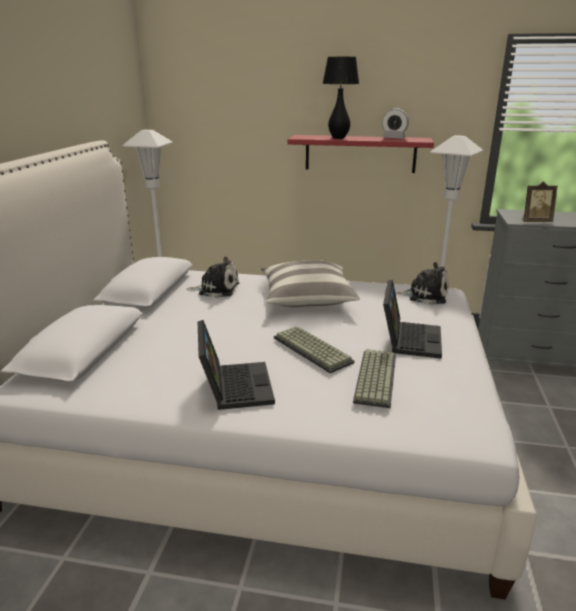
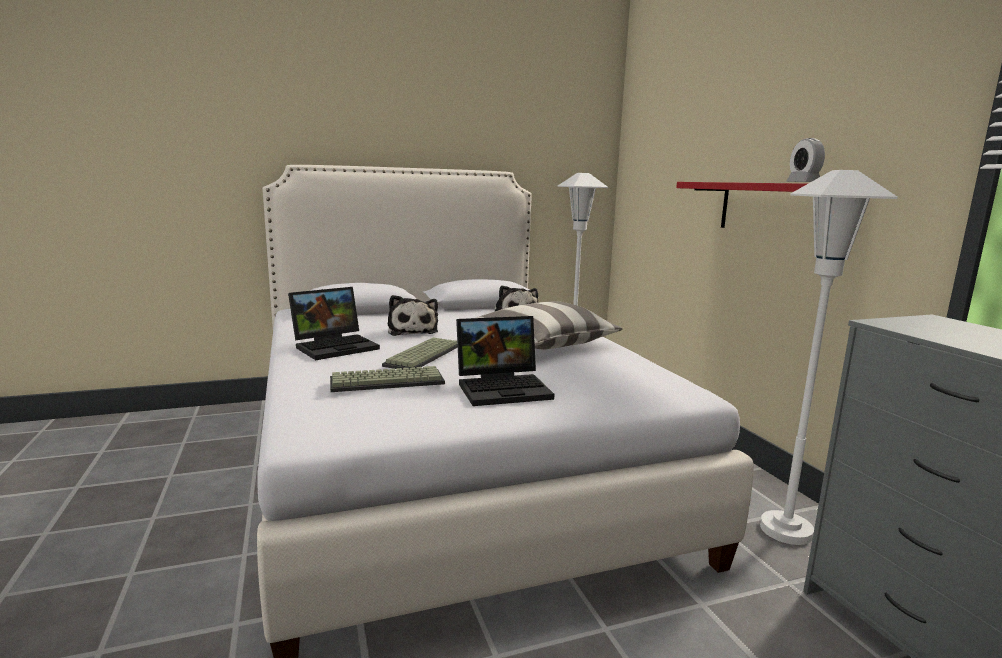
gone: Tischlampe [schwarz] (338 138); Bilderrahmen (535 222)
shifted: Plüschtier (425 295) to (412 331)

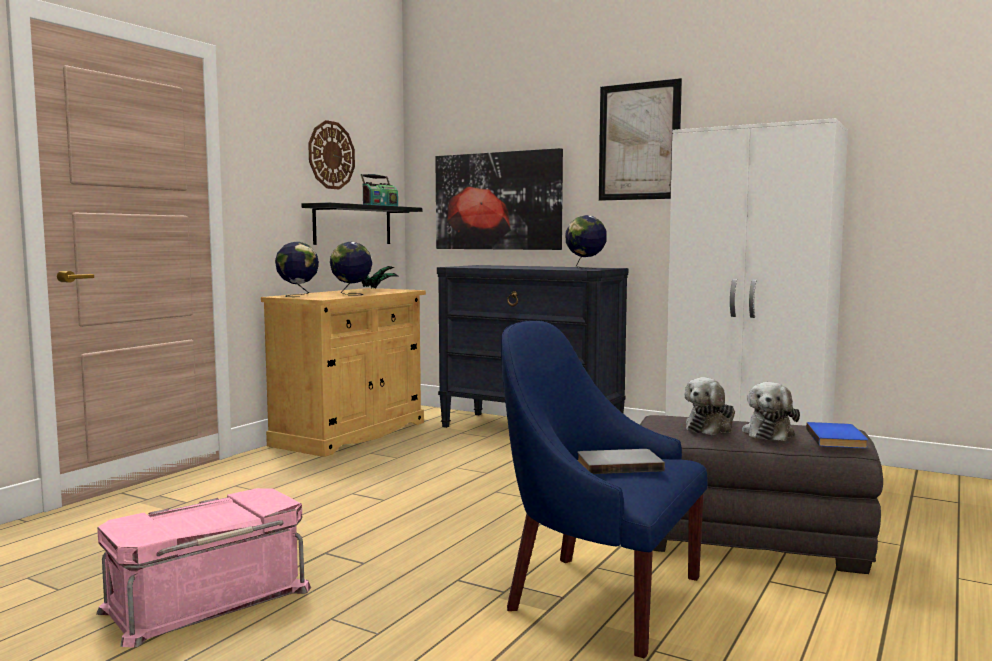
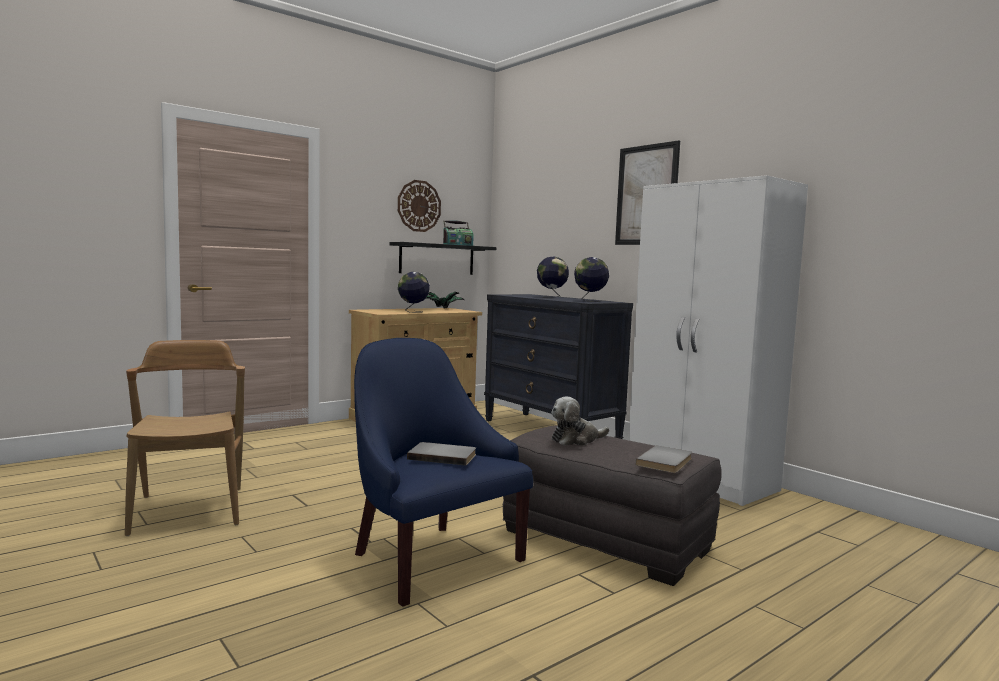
gone: Bild (497 201); Plüschtier (769 433)
shifted: Globus (298 295) to (551 297)
swapped: Aufbewahrungsbox [rosa] (206 598) to Stuhl [braun] (189 510)
repainted: Buch [blau] (838 438) to Buch [grau] (666 462)

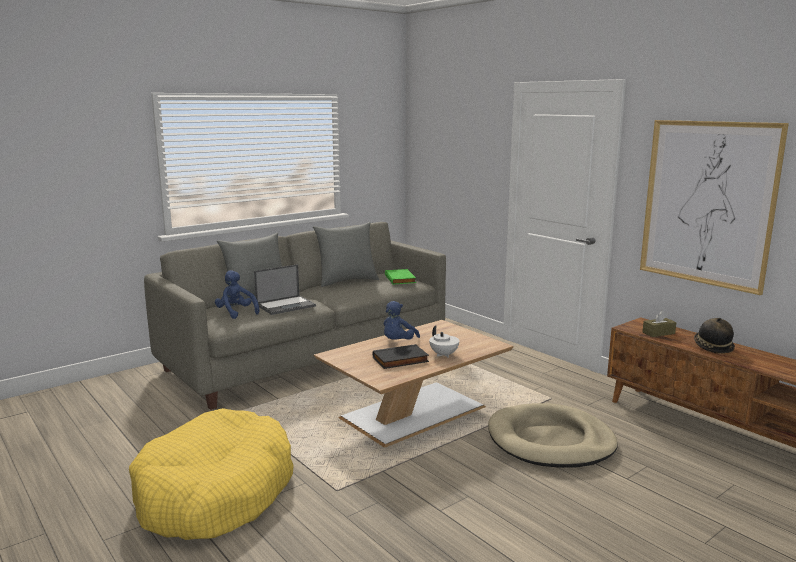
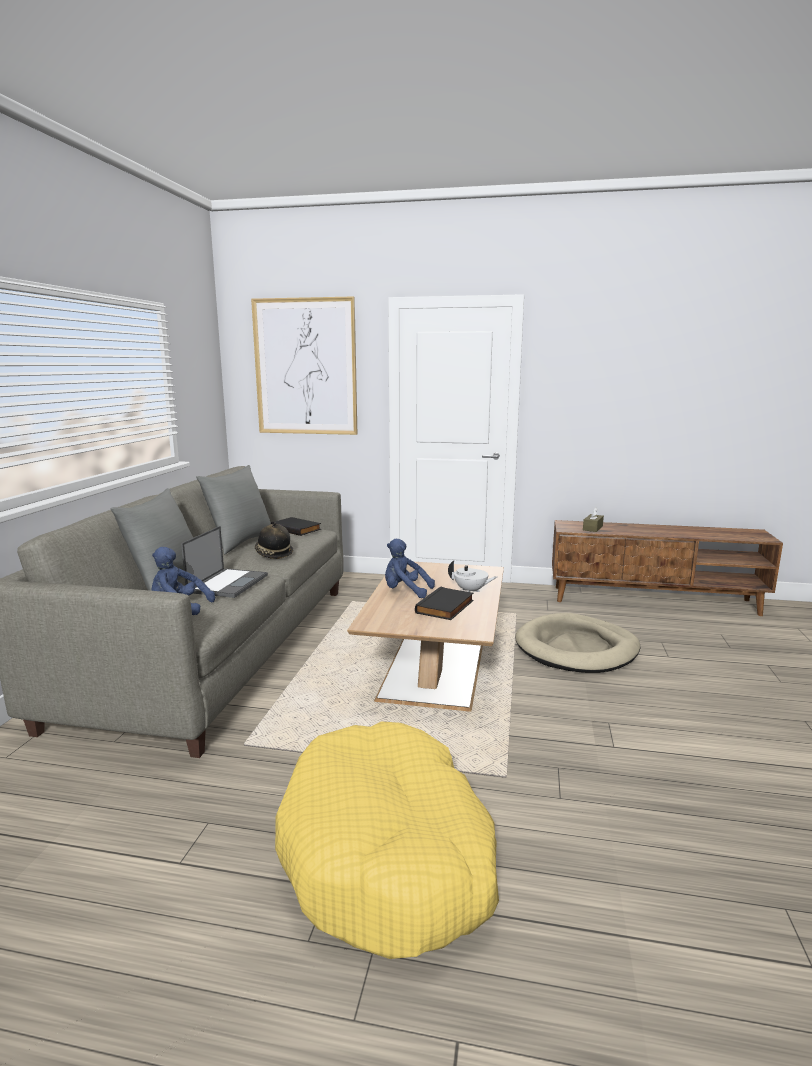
shifted: Bild (707 203) to (305 367); Hut (712 347) to (273 554)
repainted: Buch [grün] (401 279) to Buch [schwarz] (297 529)
rotated: Plüschtier [blau] (398 342) = (405 591) 120 degrees clockwise

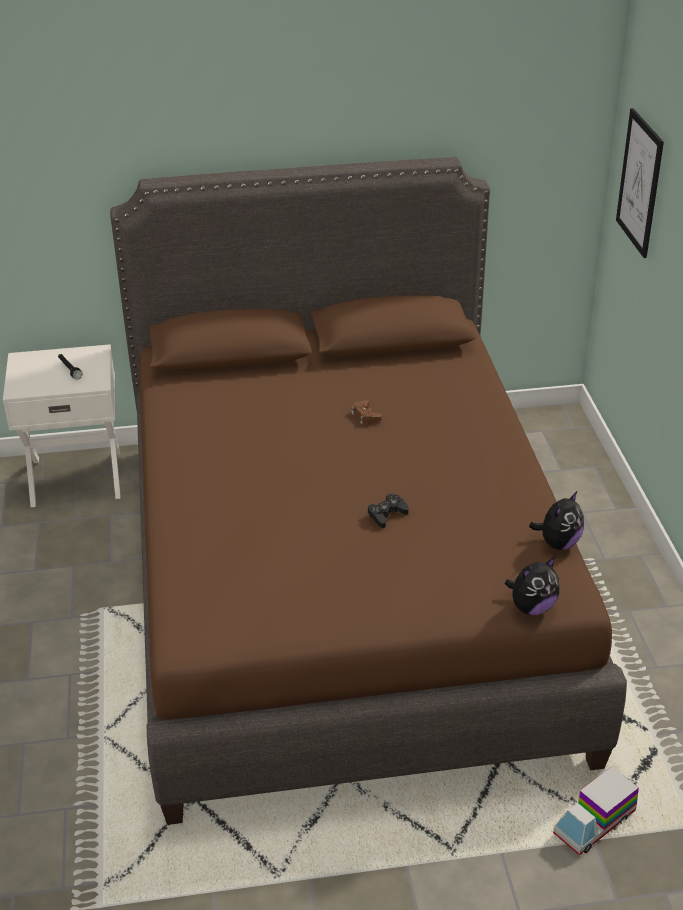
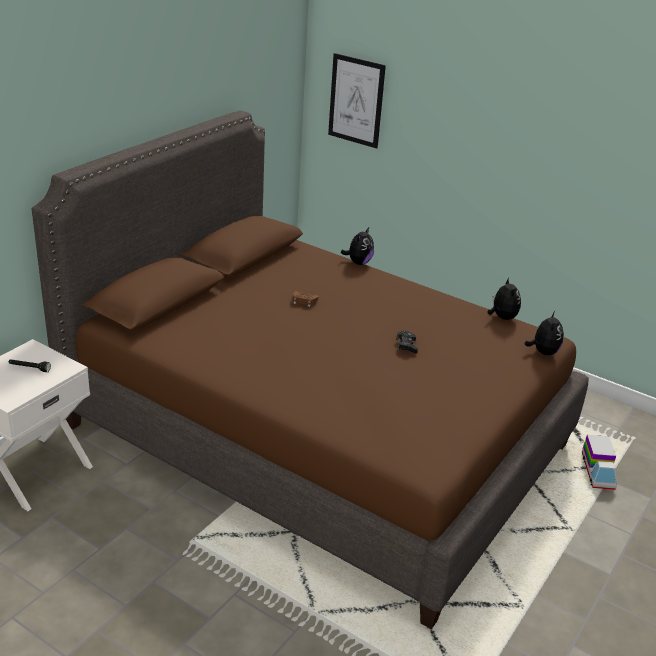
new: Plüschtier (358 262)

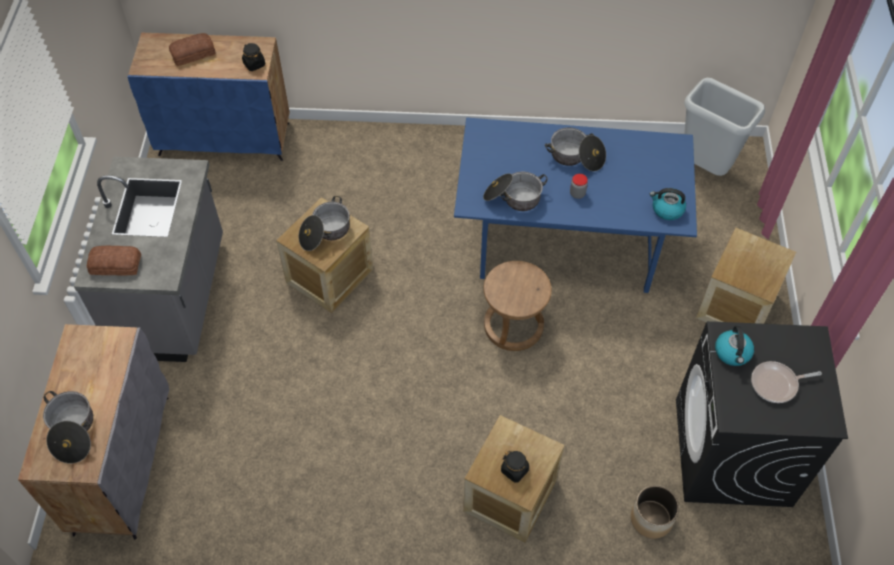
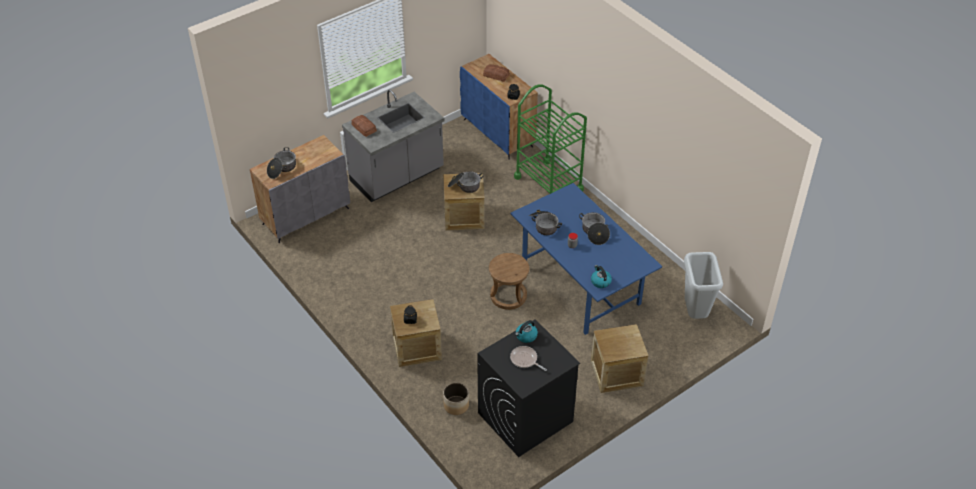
new: Rollwagen [grün] (548 183)

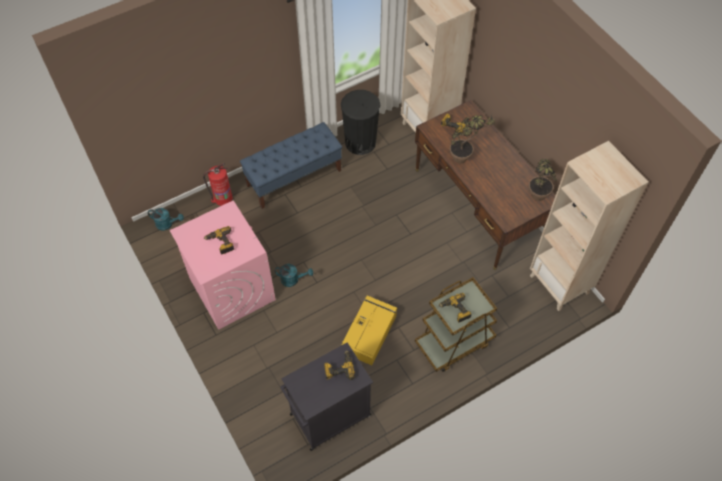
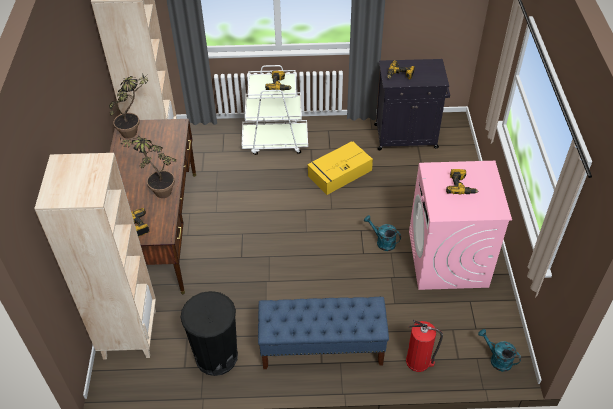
repainted: Rollwagen [braun] (454 342) to Rollwagen [weiß] (275 141)

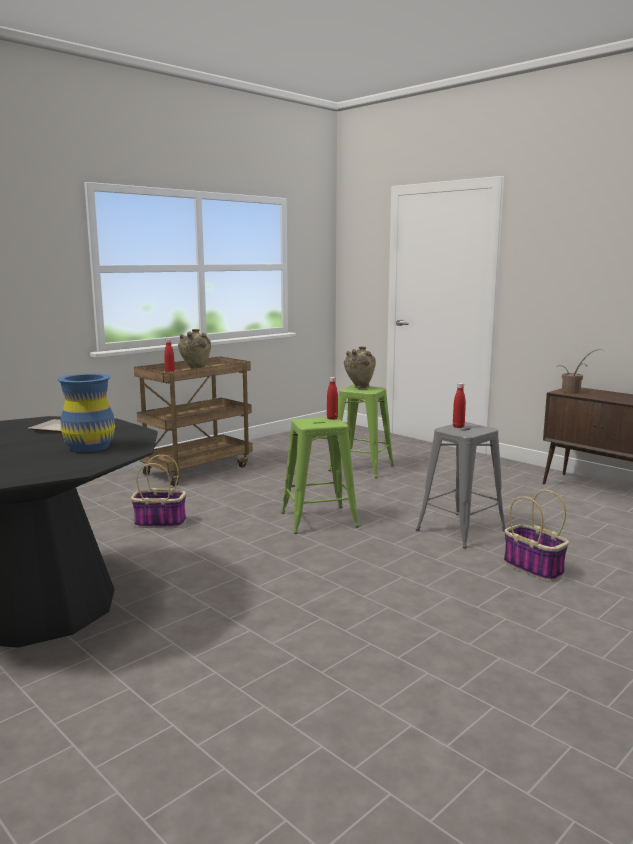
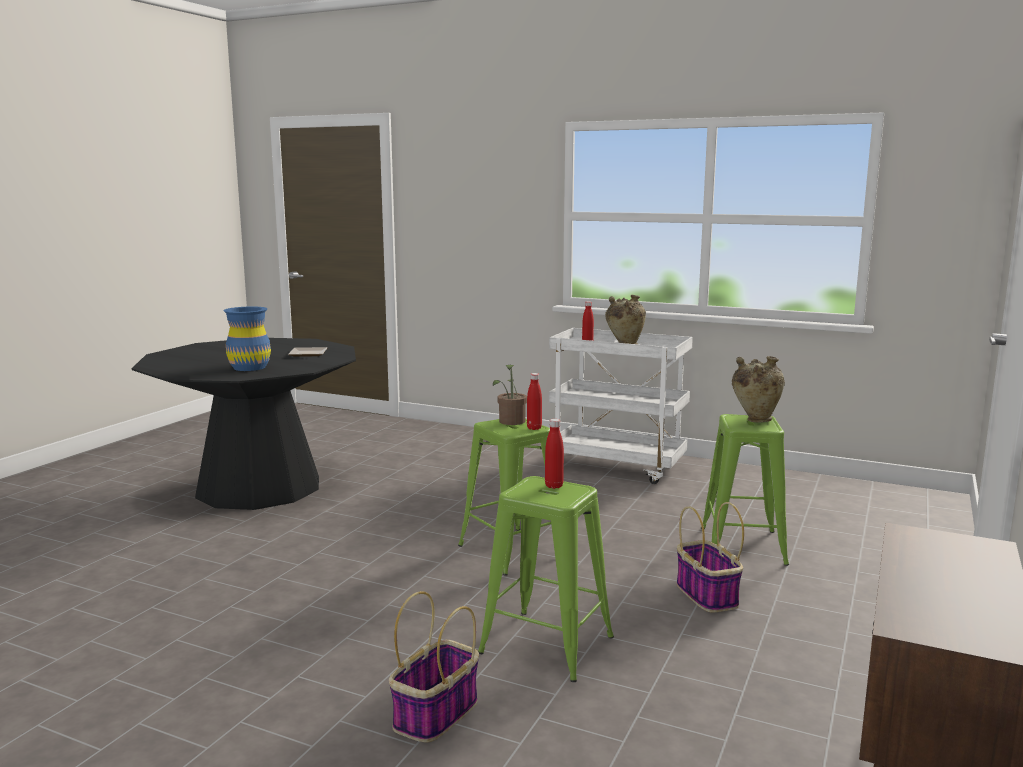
shifted: Topfpflanze (574 392) to (510 422); Korb (159 523) to (705 594)
repainted: Hocker [grau] (461 530) to Hocker [grün] (547 645); Rollwagen [braun] (198 469) to Rollwagen [weiß] (618 467)

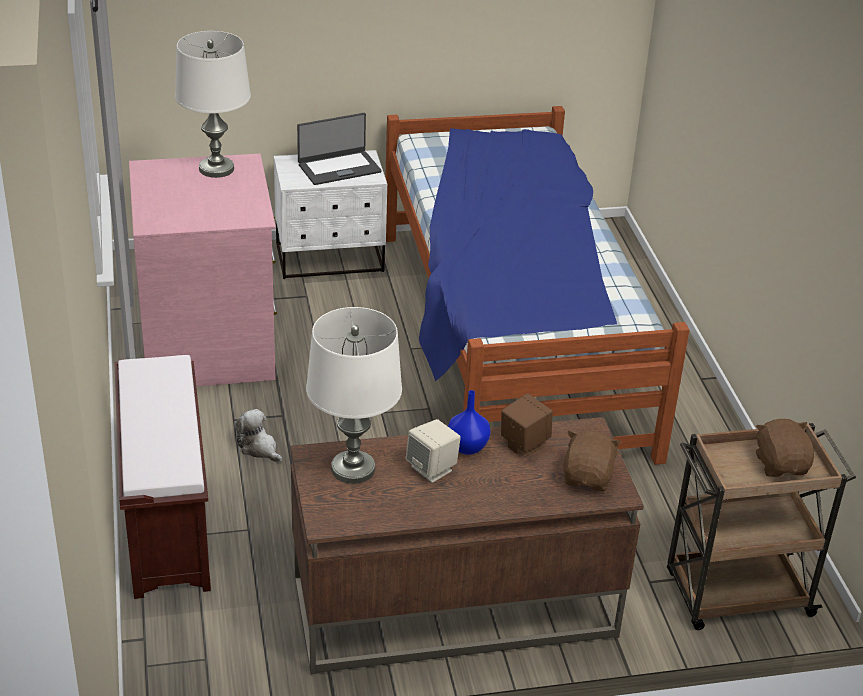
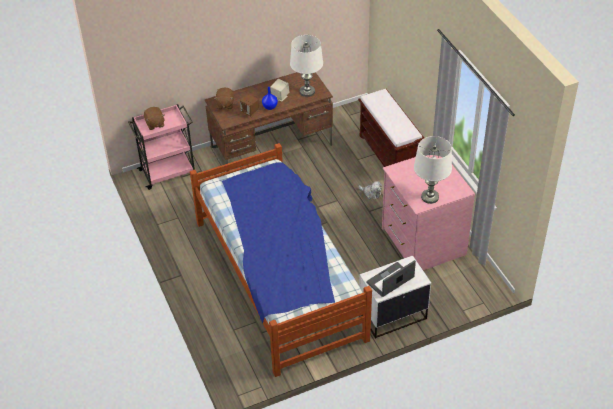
repainted: Rollwagen [braun] (736 595) to Rollwagen [rosa] (168 172)

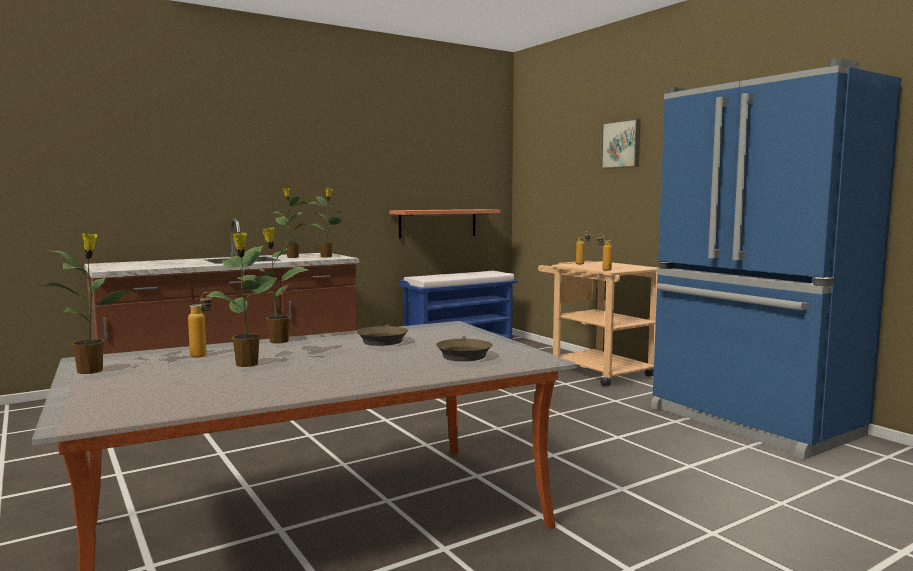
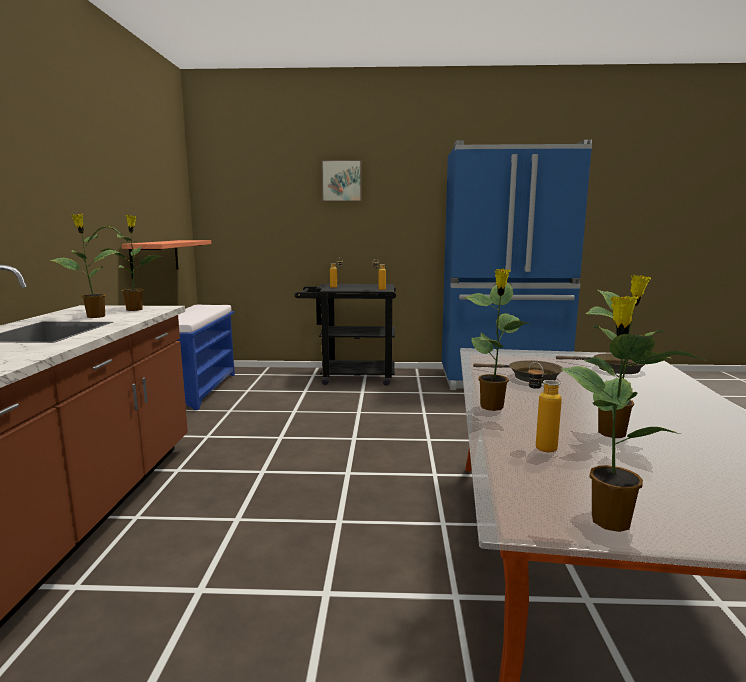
repainted: Rollwagen [beige] (595 371) to Rollwagen [schwarz] (350 376)

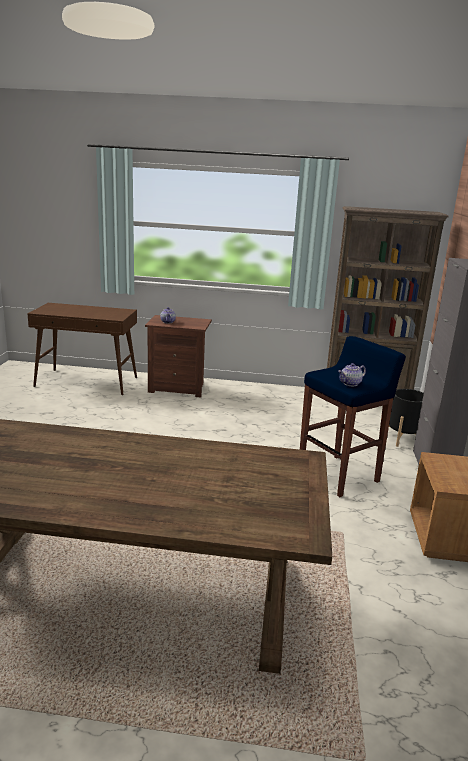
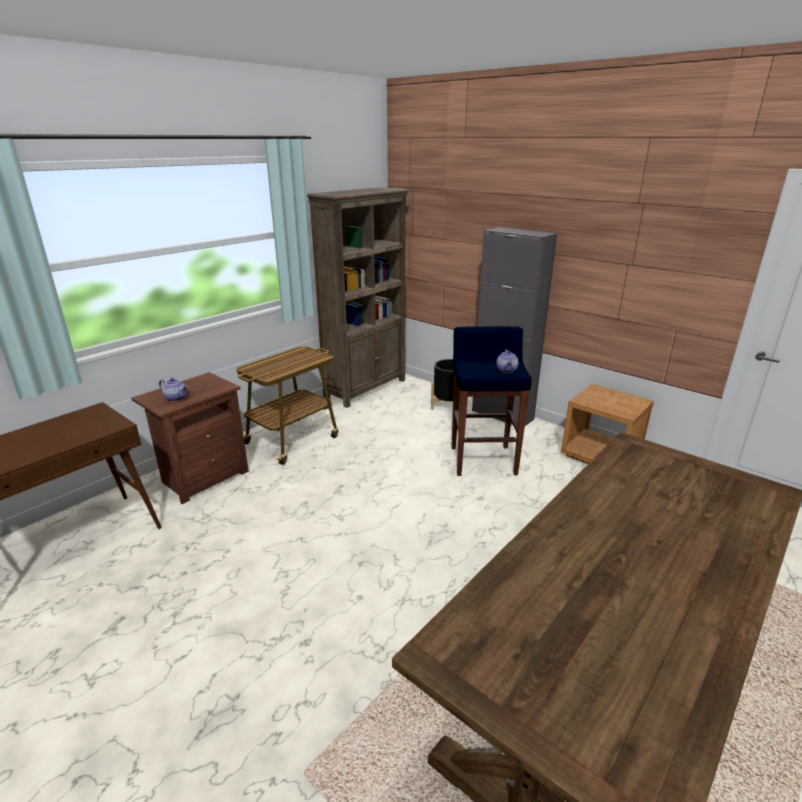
new: Rollwagen (293 439)

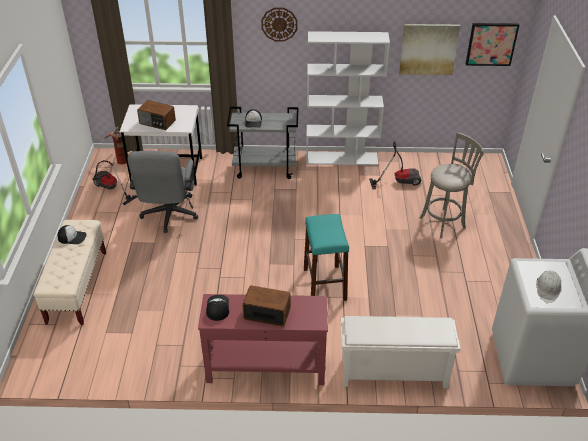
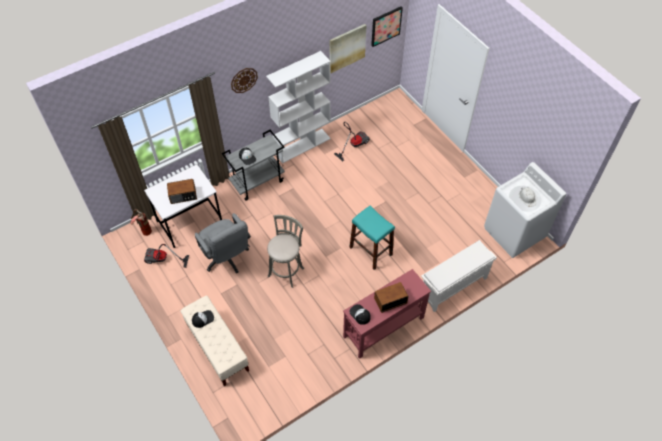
shifted: Hocker [grau] (444 222) to (287 271)

